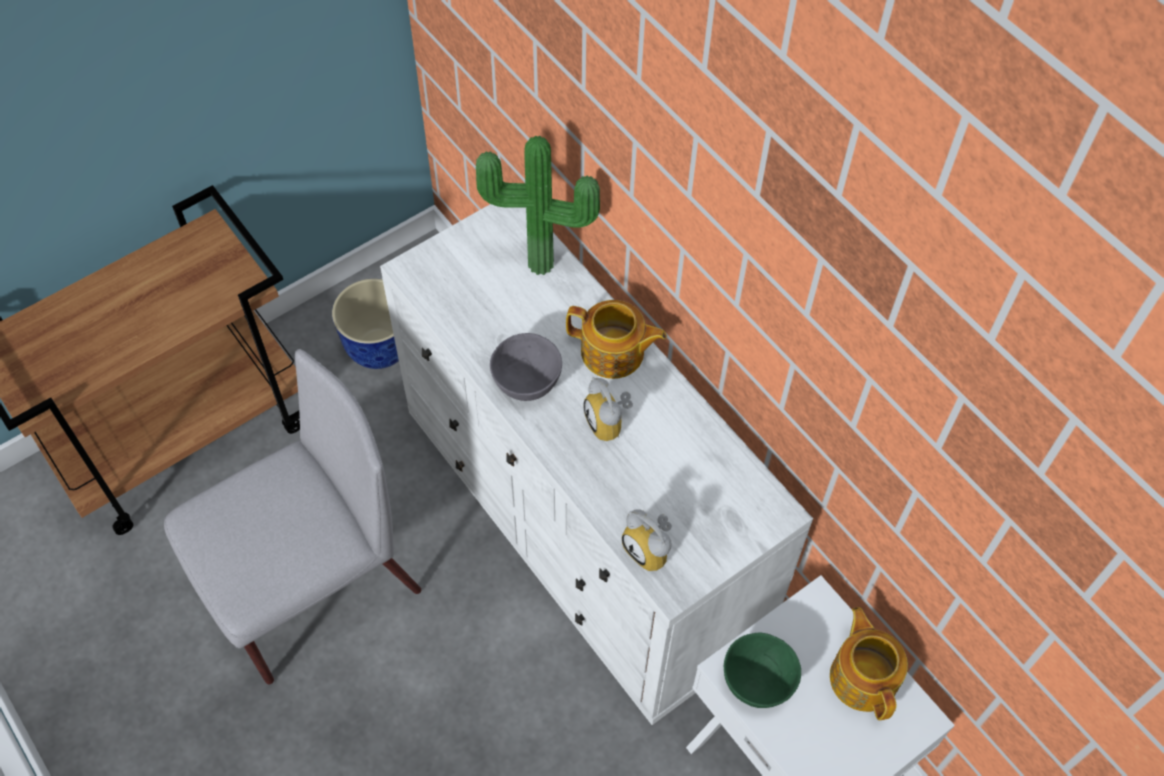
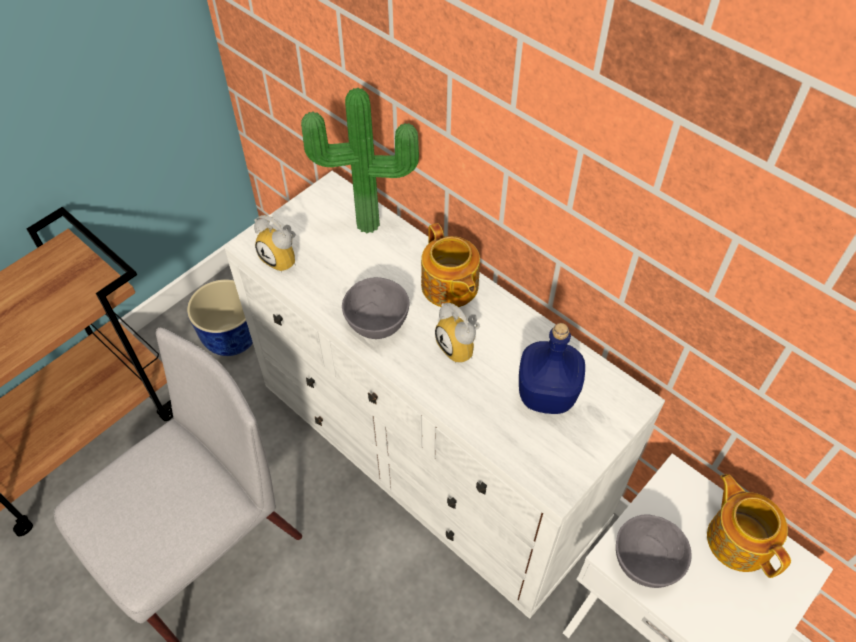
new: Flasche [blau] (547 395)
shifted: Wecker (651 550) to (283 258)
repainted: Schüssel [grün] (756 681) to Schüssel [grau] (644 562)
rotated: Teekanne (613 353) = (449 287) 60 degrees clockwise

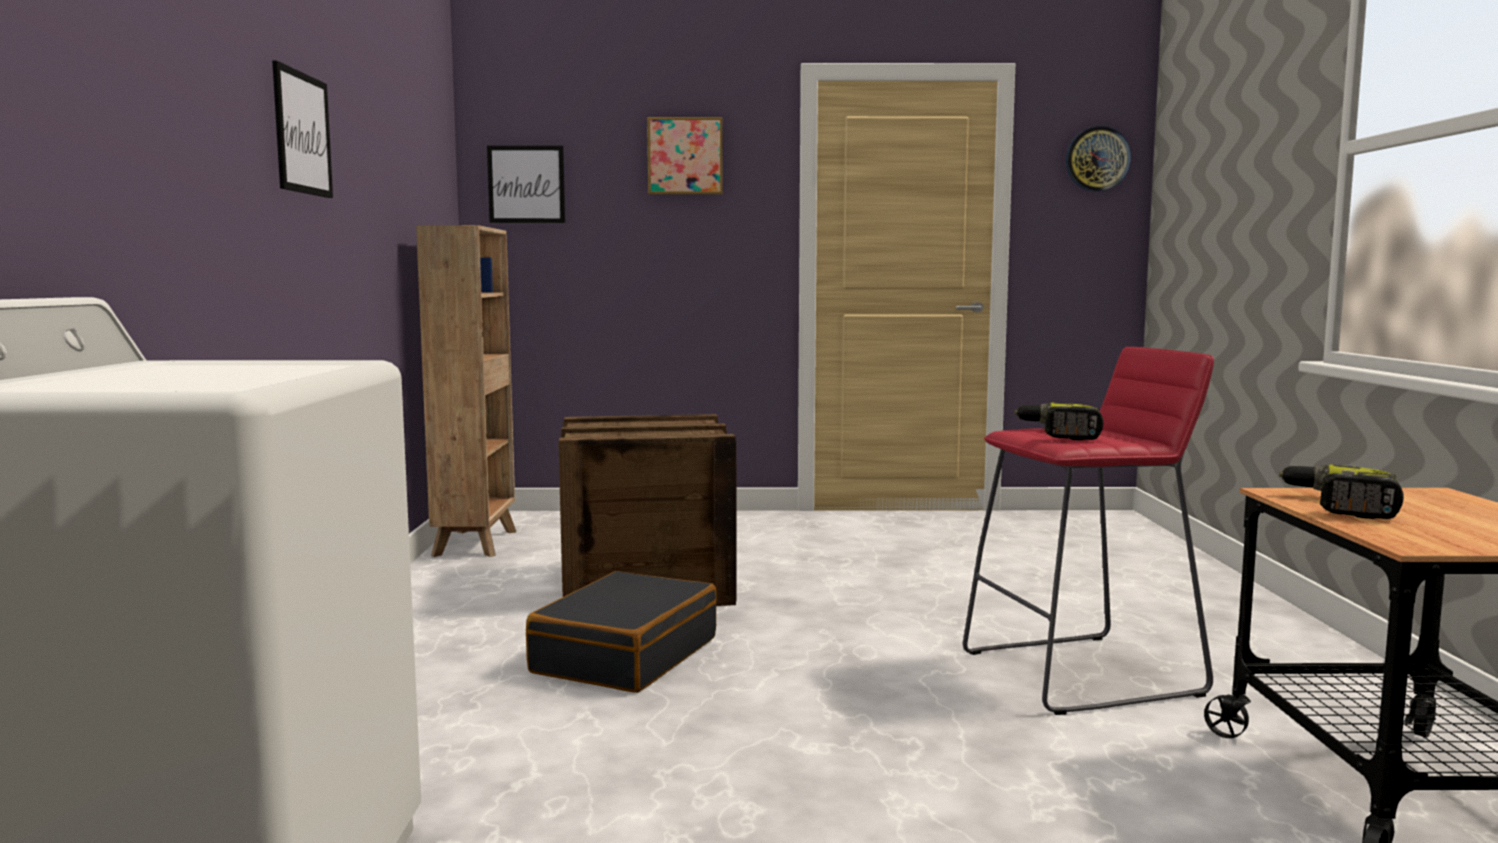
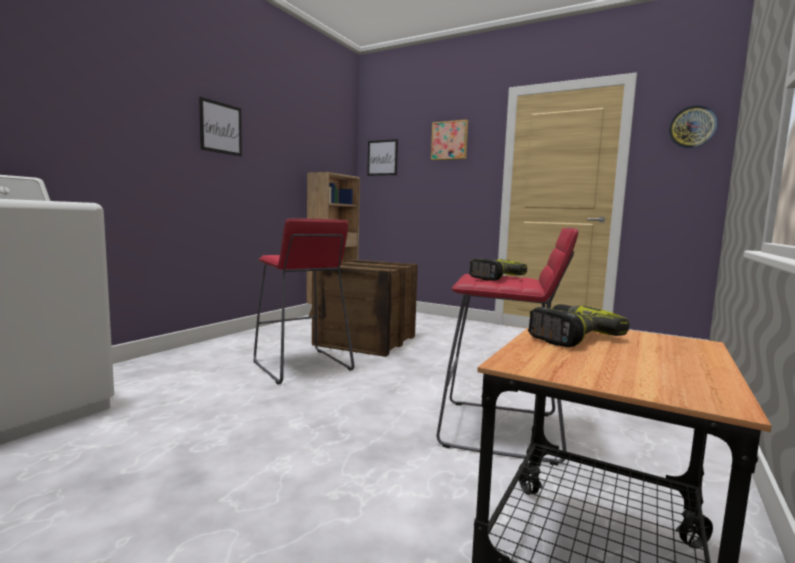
swapped: Koffer [schwarz] (624 655) to Hocker [rot] (301 366)

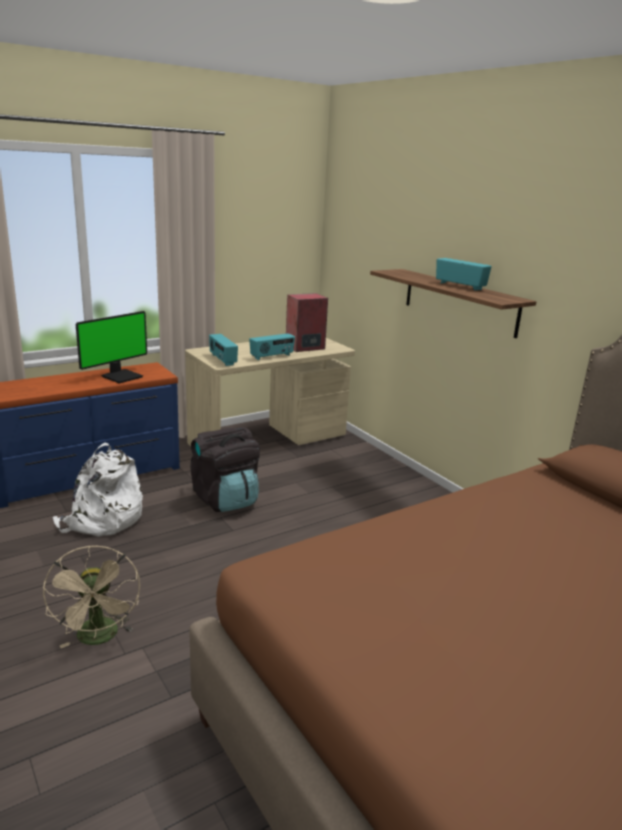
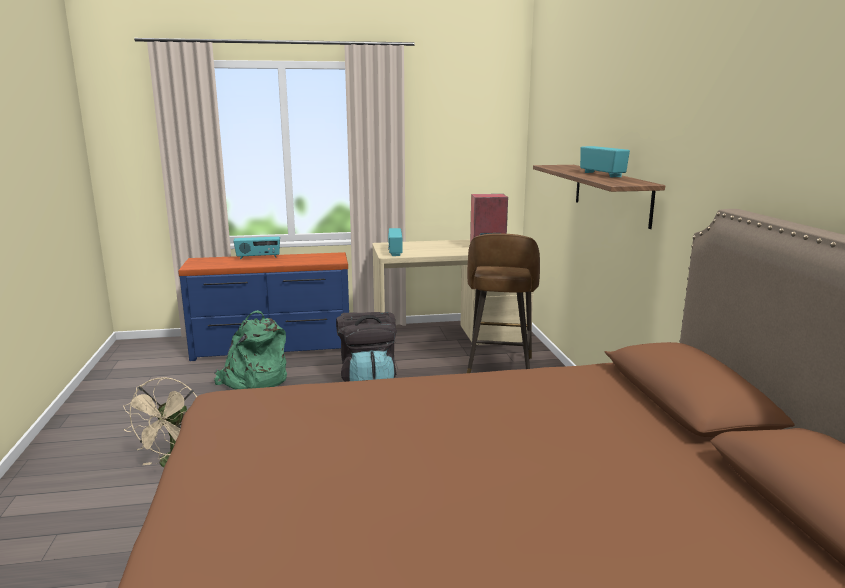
gone: Monitor (121 376)
new: Hocker [braun] (499 369)
shifted: Radio (272 356) to (258 257)
repainted: Rucksack [weiß] (102 520) to Rucksack [grün] (254 381)

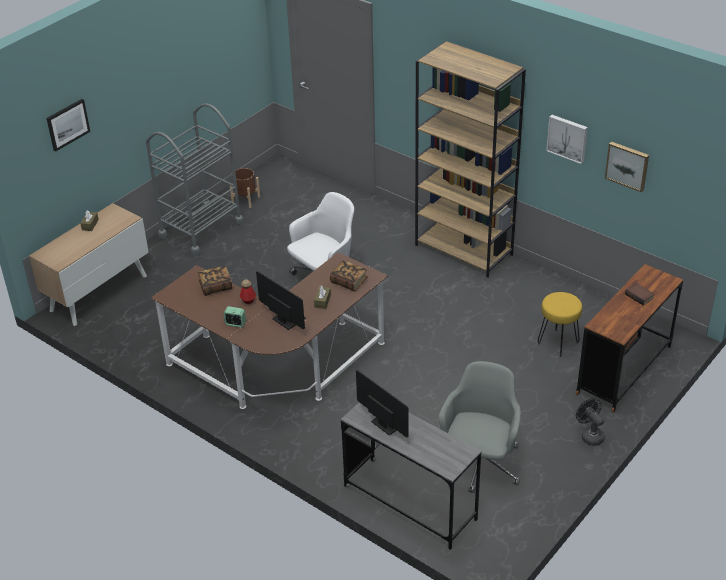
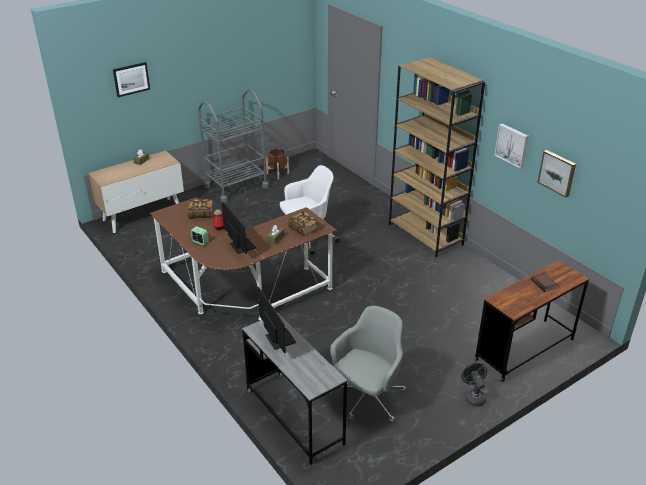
gone: Hocker [gelb] (558 342)

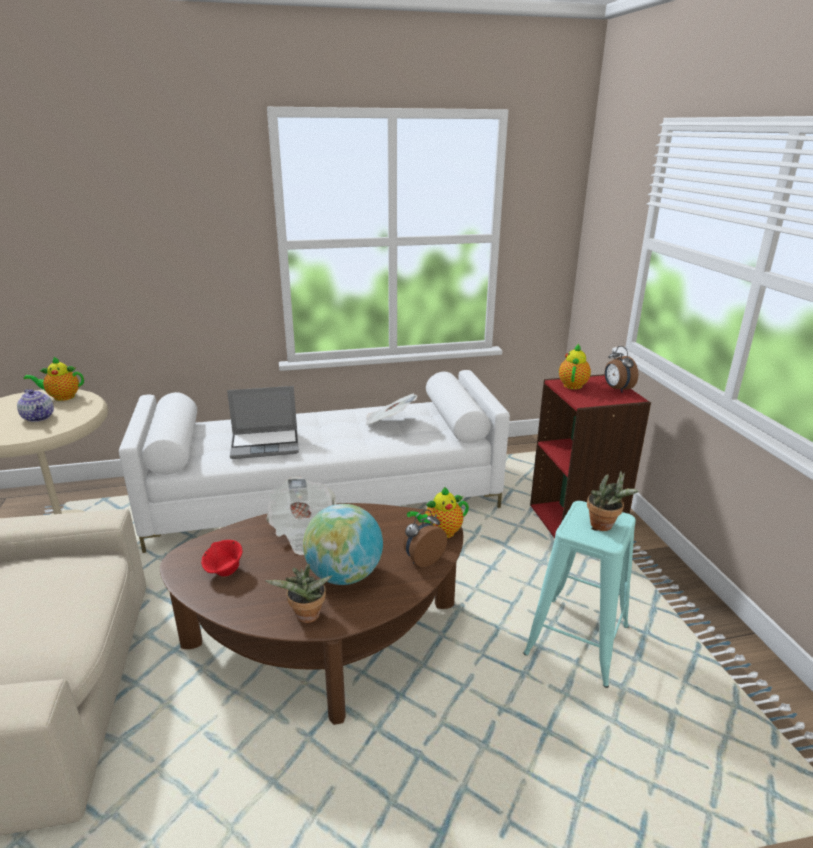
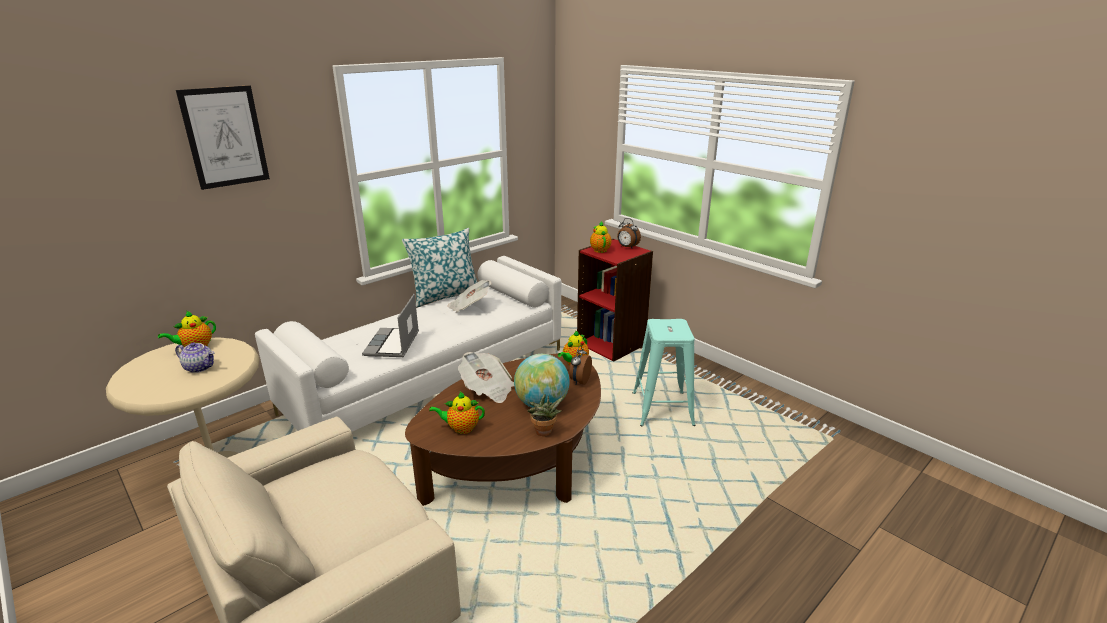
gone: Topfpflanze (604 526)
new: Bild (225 137); Kissen (445 295)
swapped: Schüssel [rot] (224 571) to Teekanne (461 428)
rotated: Laptop (266 444) = (392 344) 135 degrees clockwise

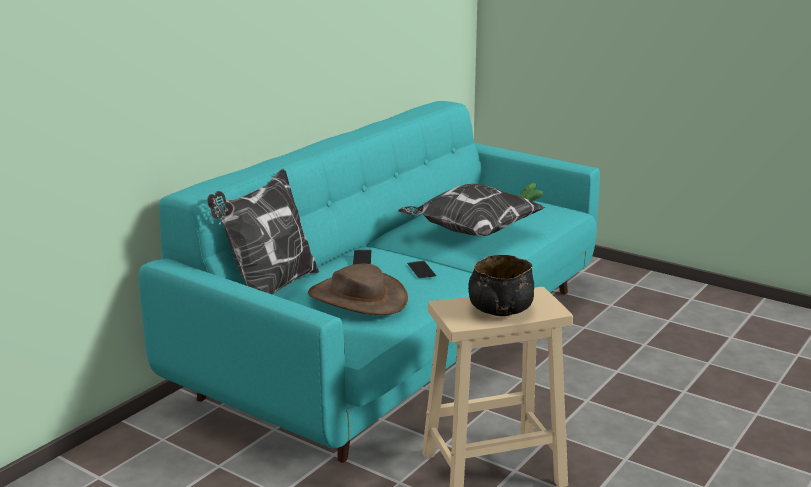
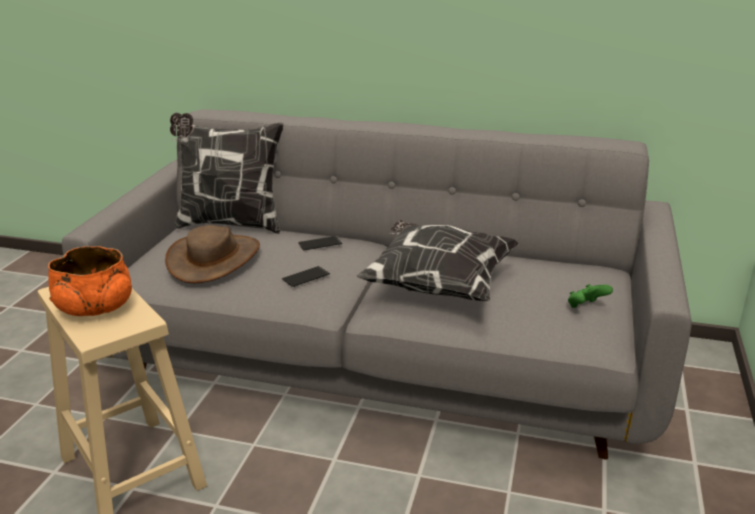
repainted: Schüssel [schwarz] (501 309) to Schüssel [orange] (96 307); Sofa [türkis] (404 340) to Sofa [grau] (379 360)

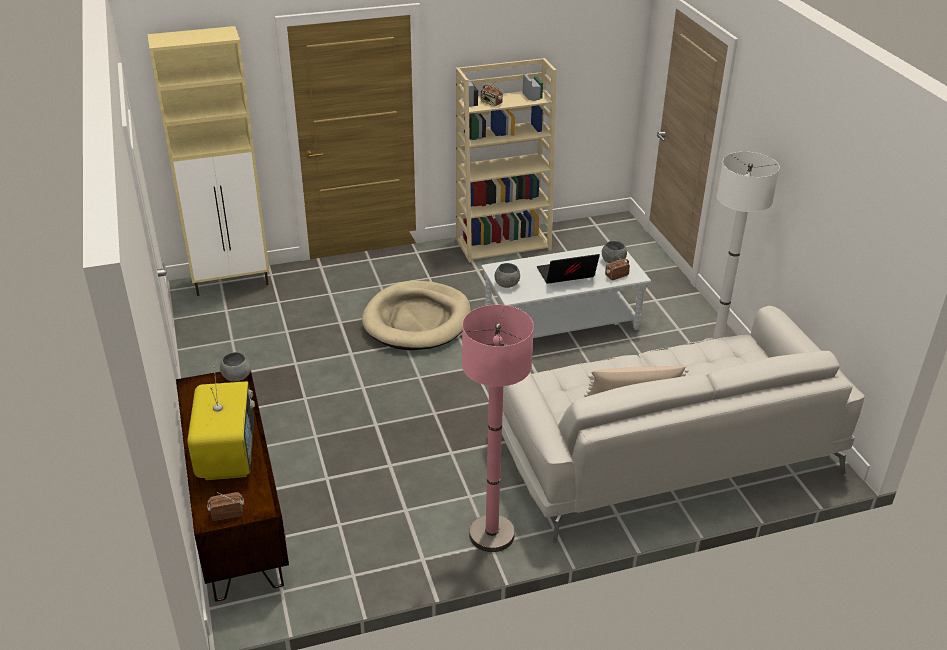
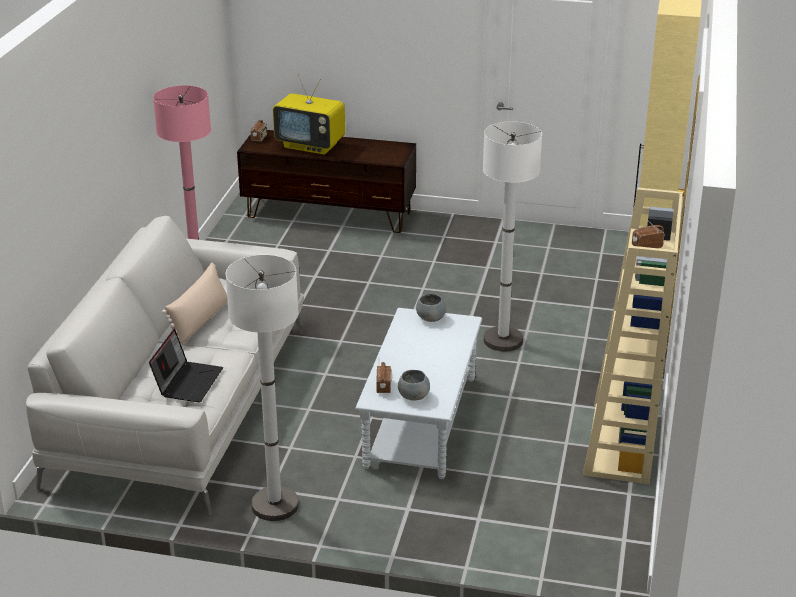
gone: Schüssel [grau] (236 377)
shifted: Laptop (565 275) to (188 381)
swapped: Hundebett [beige] (417 320) to Stehlampe [weiß] (503 340)

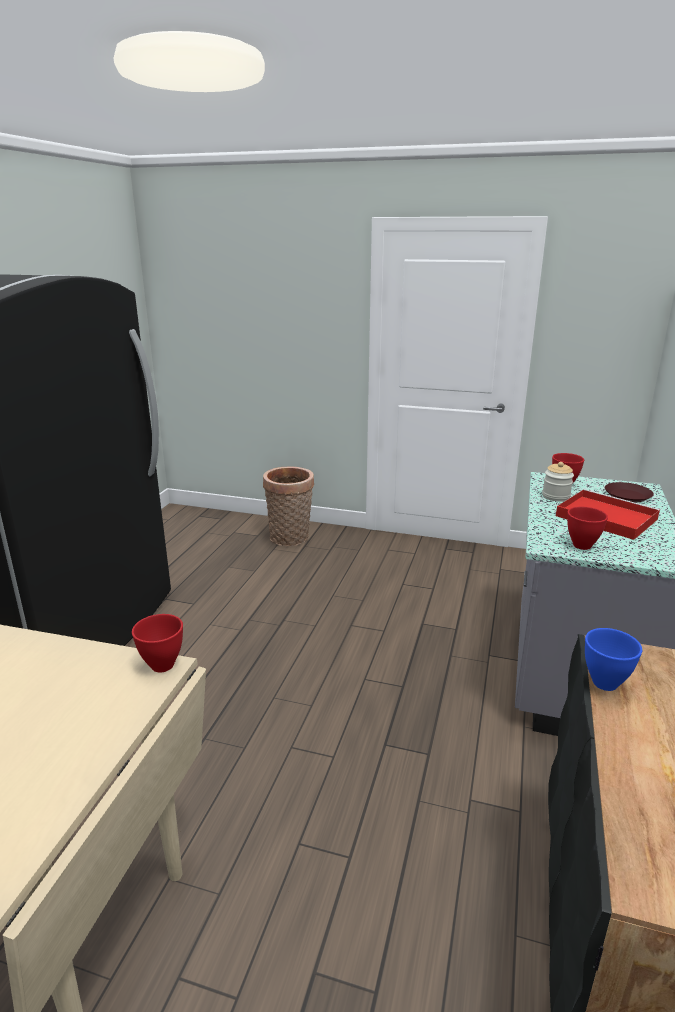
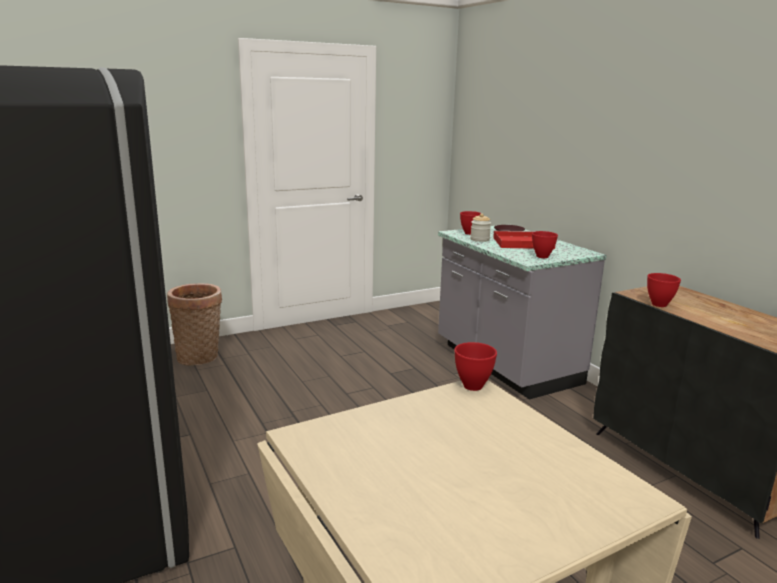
repainted: Schüssel [blau] (603 683) to Schüssel [rot] (658 305)

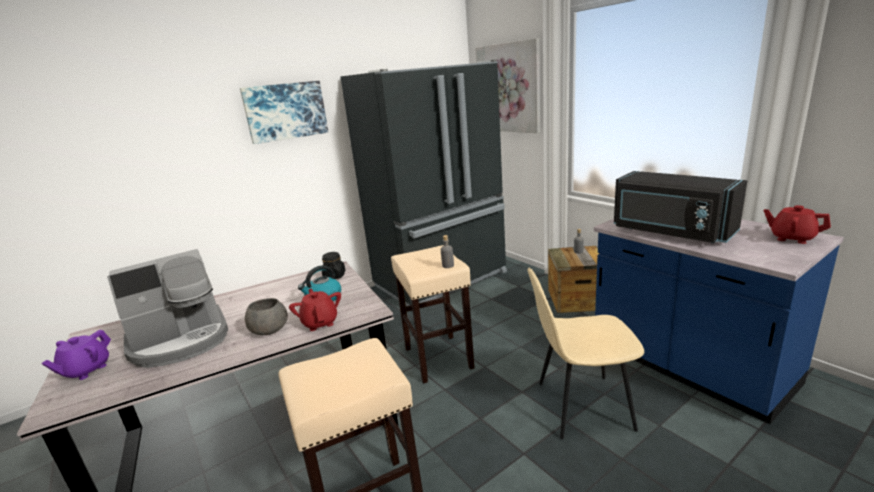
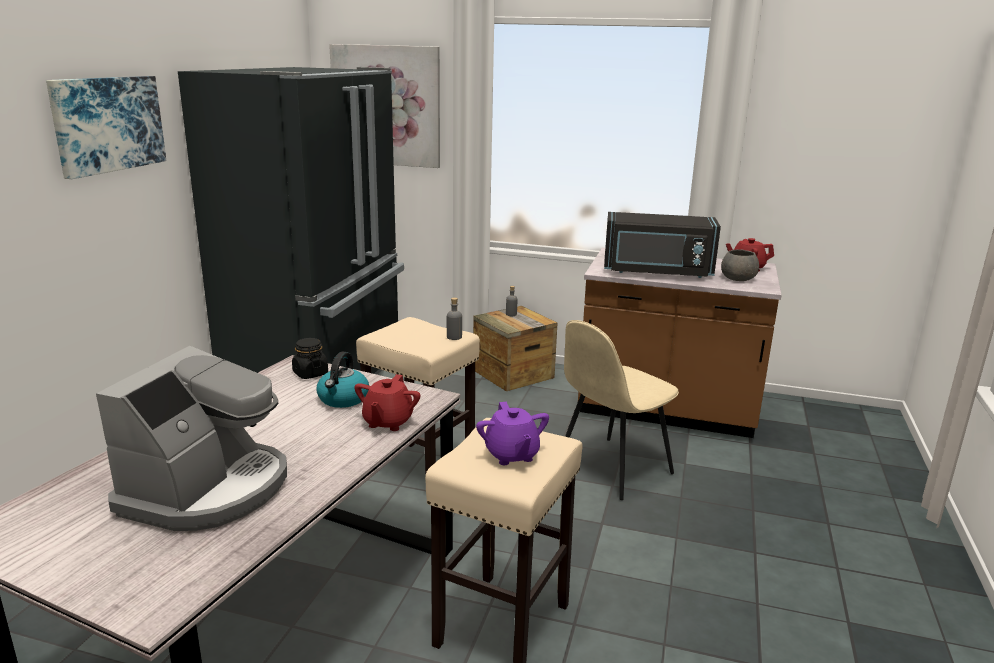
shifted: Teekanne [lila] (86 370) to (511 455); Schüssel [grau] (268 330) to (737 278)
repainted: Küchenzeile [blau] (689 366) to Küchenzeile [braun] (666 411)
rotated: Teekanne [rot] (320 323) = (387 422) 105 degrees counterclockwise

